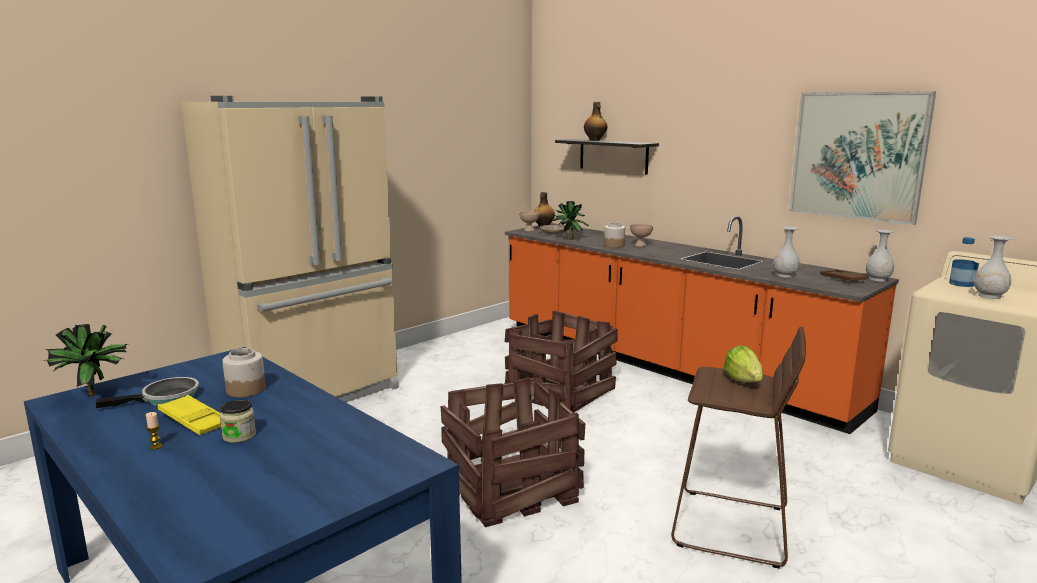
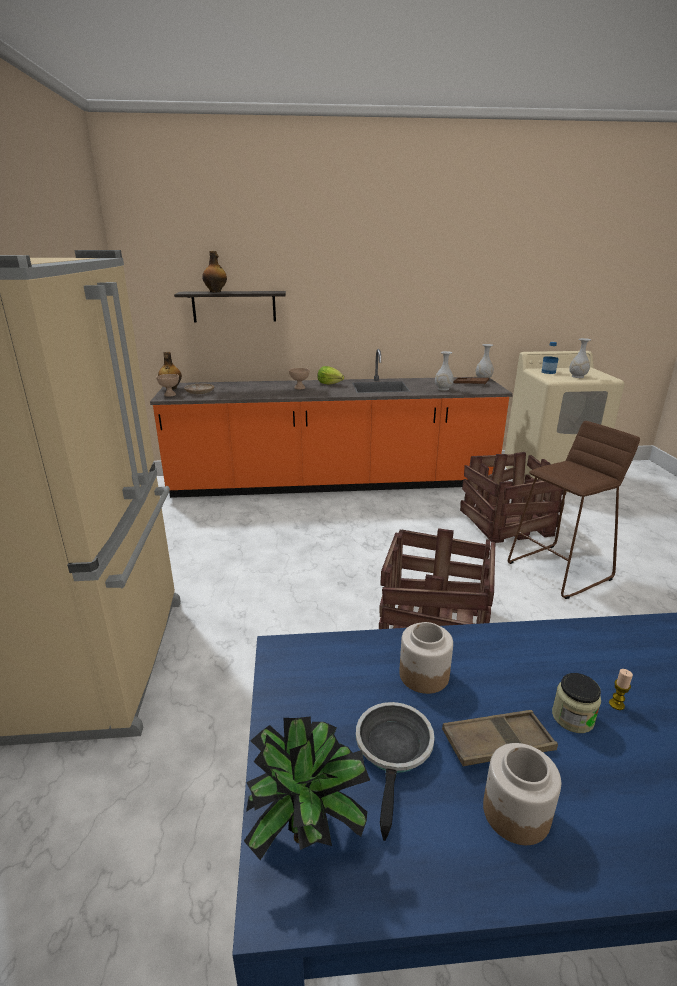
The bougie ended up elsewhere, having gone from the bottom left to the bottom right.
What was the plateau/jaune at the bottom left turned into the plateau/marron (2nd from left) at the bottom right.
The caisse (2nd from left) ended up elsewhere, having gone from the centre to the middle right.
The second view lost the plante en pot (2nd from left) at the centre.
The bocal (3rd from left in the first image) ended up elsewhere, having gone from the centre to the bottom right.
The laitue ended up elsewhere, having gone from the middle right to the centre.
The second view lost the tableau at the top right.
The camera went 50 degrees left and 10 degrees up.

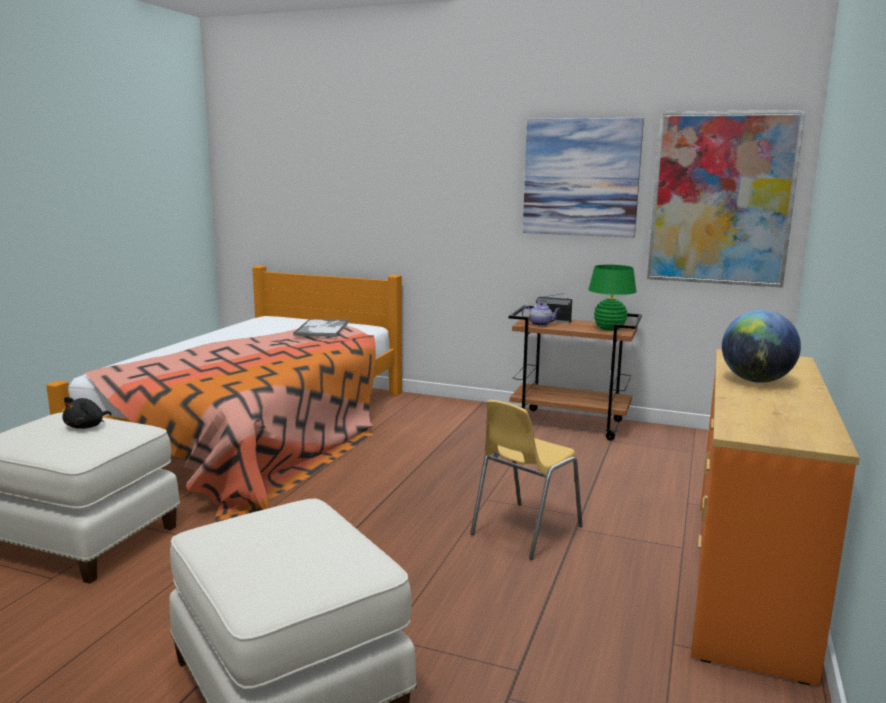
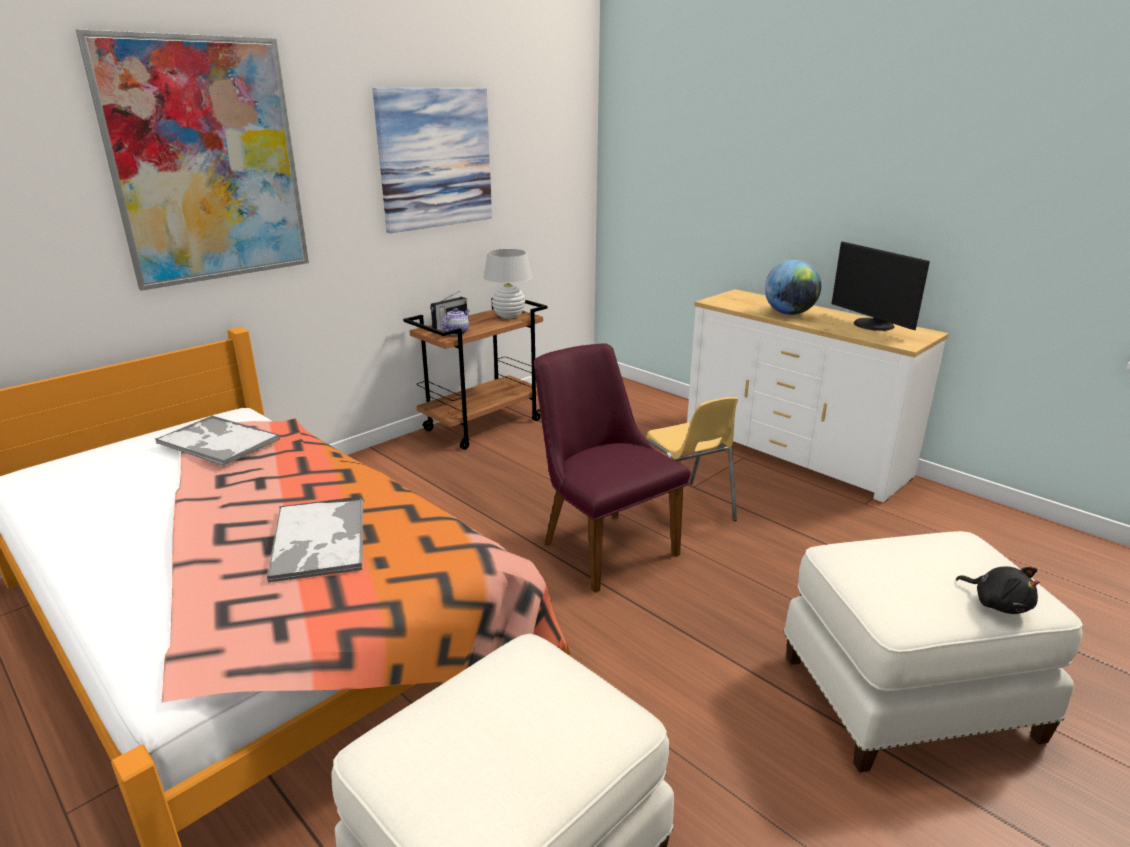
The peluche/noir ended up elsewhere, having gone from the middle left to the bottom right.
What was the lampe de table/vert at the middle right turned into the lampe de table/blanc at the centre.
The tableau (2nd from left in the first image) ended up elsewhere, having gone from the top right to the top left.
What was the commode/orange at the bottom right turned into the commode/blanc at the middle right.
The second view gained the plateau (2nd from left) at the middle left.
The second view gained the chaise/violet at the centre.
The second view gained the écran d'ordinateur at the middle right.
The camera went 65 degrees left and 10 degrees up.

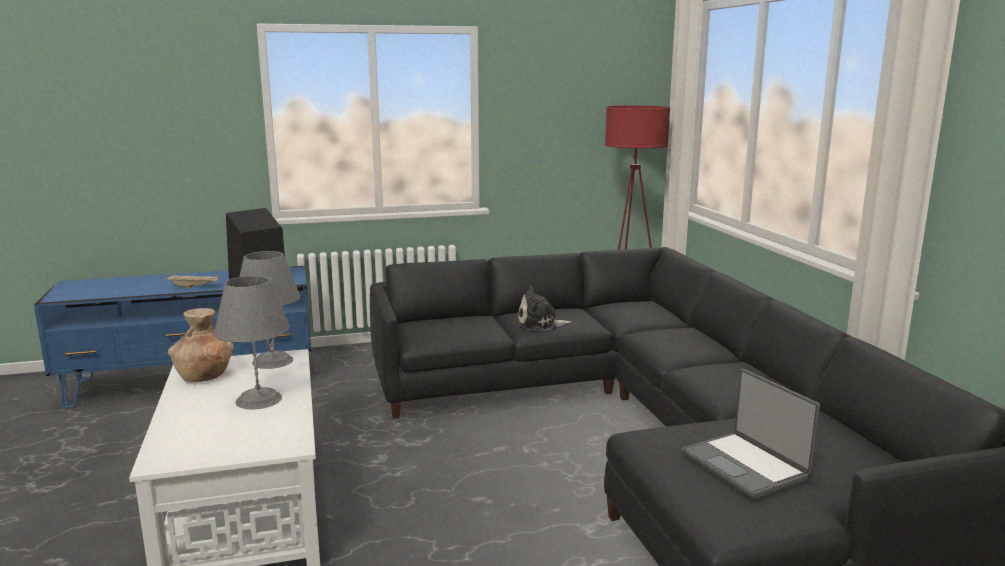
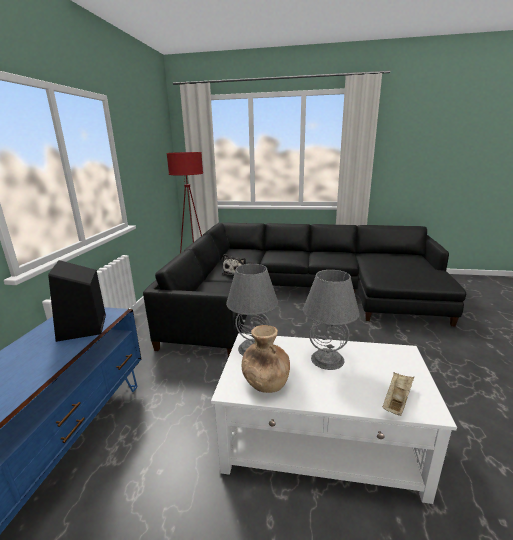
The plateau/beige ended up elsewhere, having gone from the middle left to the bottom right.
The second view lost the ordinateur portable at the bottom right.
The camera went 65 degrees left and 5 degrees up.

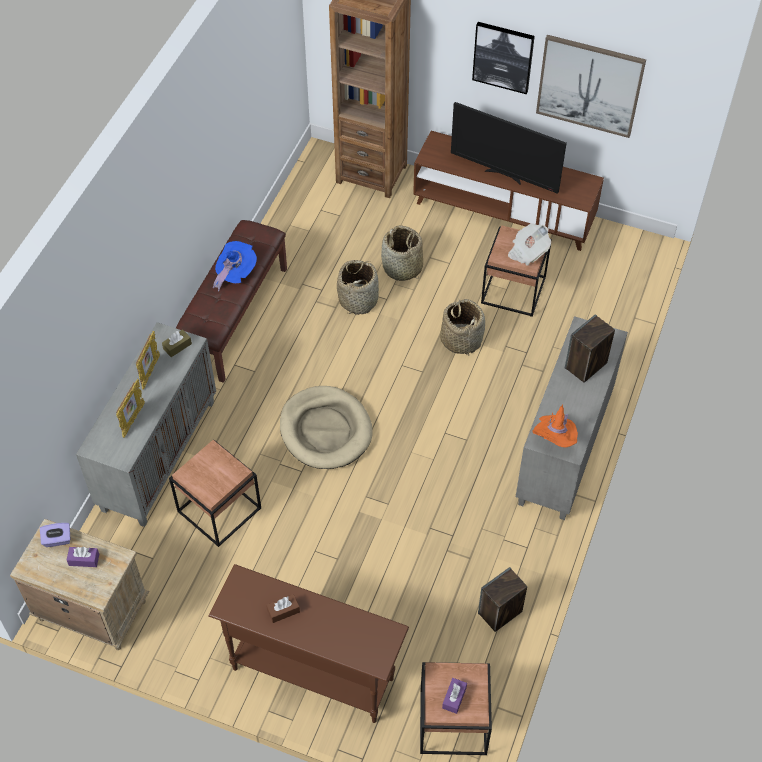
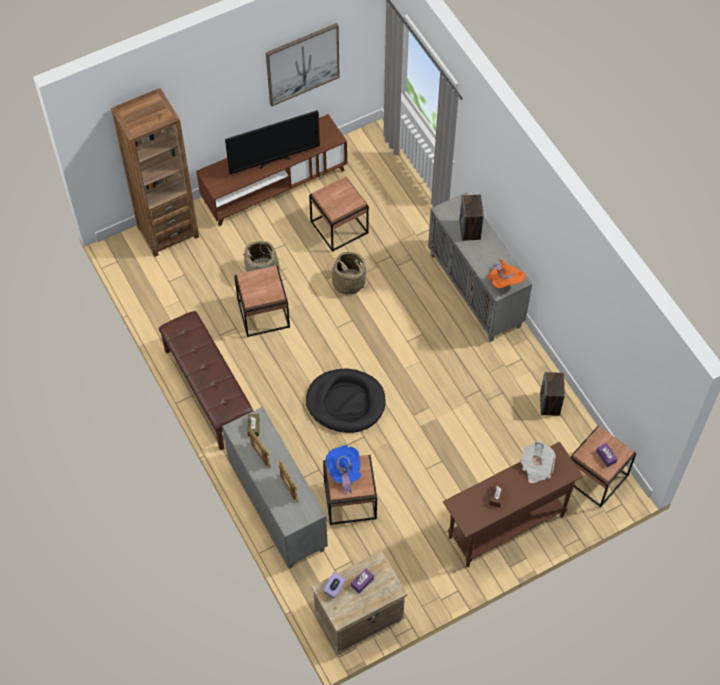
The chapeau/bleu ended up elsewhere, having gone from the middle left to the bottom centre.
What was the panier pour chien/beige at the centre turned into the panier pour chien/noir at the centre.
Where the panier (1st from left) stood at the centre, the table d'appoint/marron (1st from left) came to stand at the centre.
The second view lost the tableau (1st from left) at the top centre.
The journal ended up elsewhere, having gone from the top right to the bottom right.
The camera went 50 degrees left and 5 degrees up.

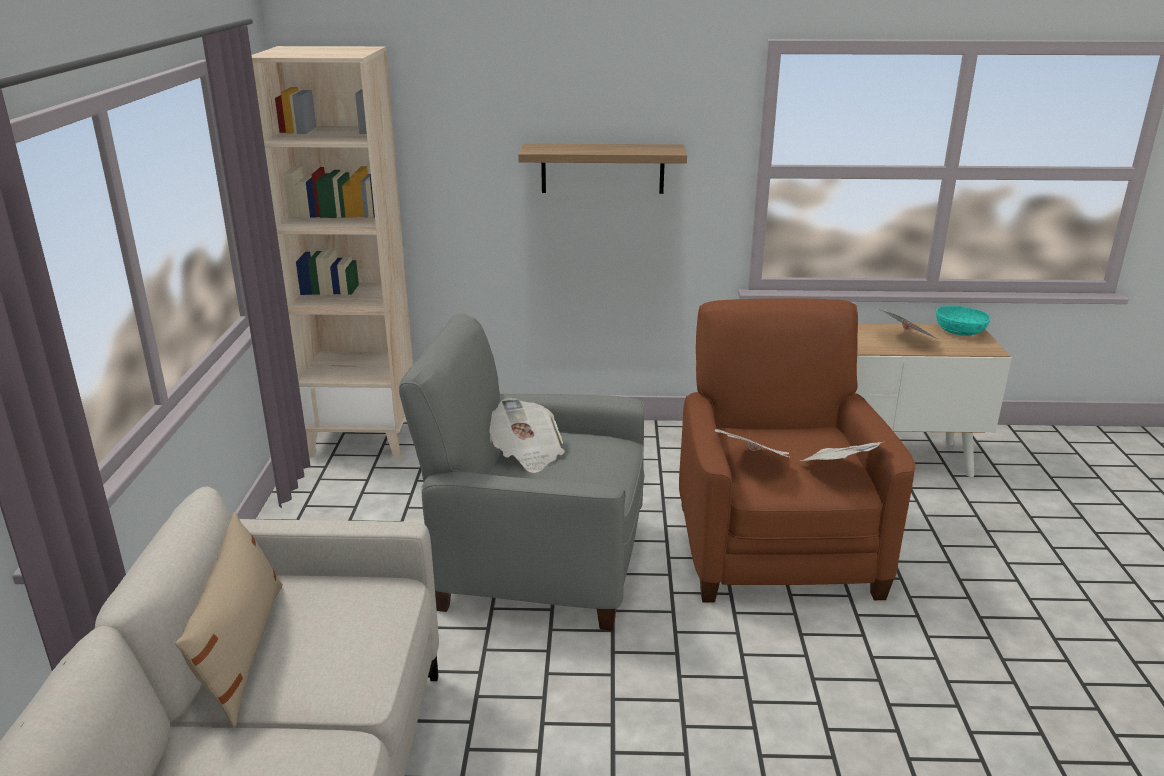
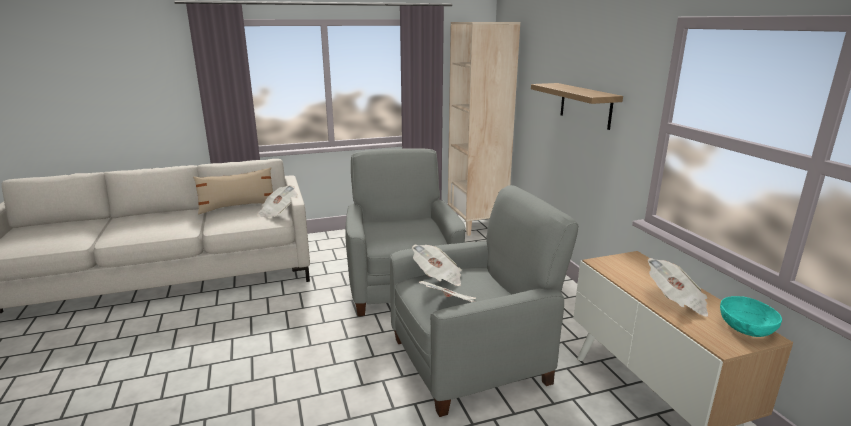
The journal (1st from left) ended up elsewhere, having gone from the centre to the middle left.
What was the fauteuil/marron at the middle right turned into the fauteuil/gris (2nd from left) at the bottom centre.
The camera went 70 degrees right and 5 degrees down.

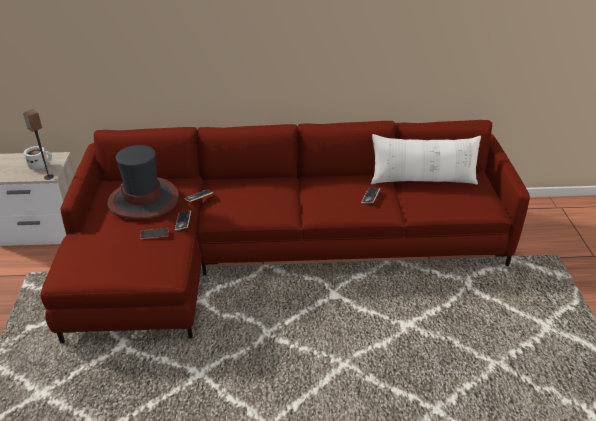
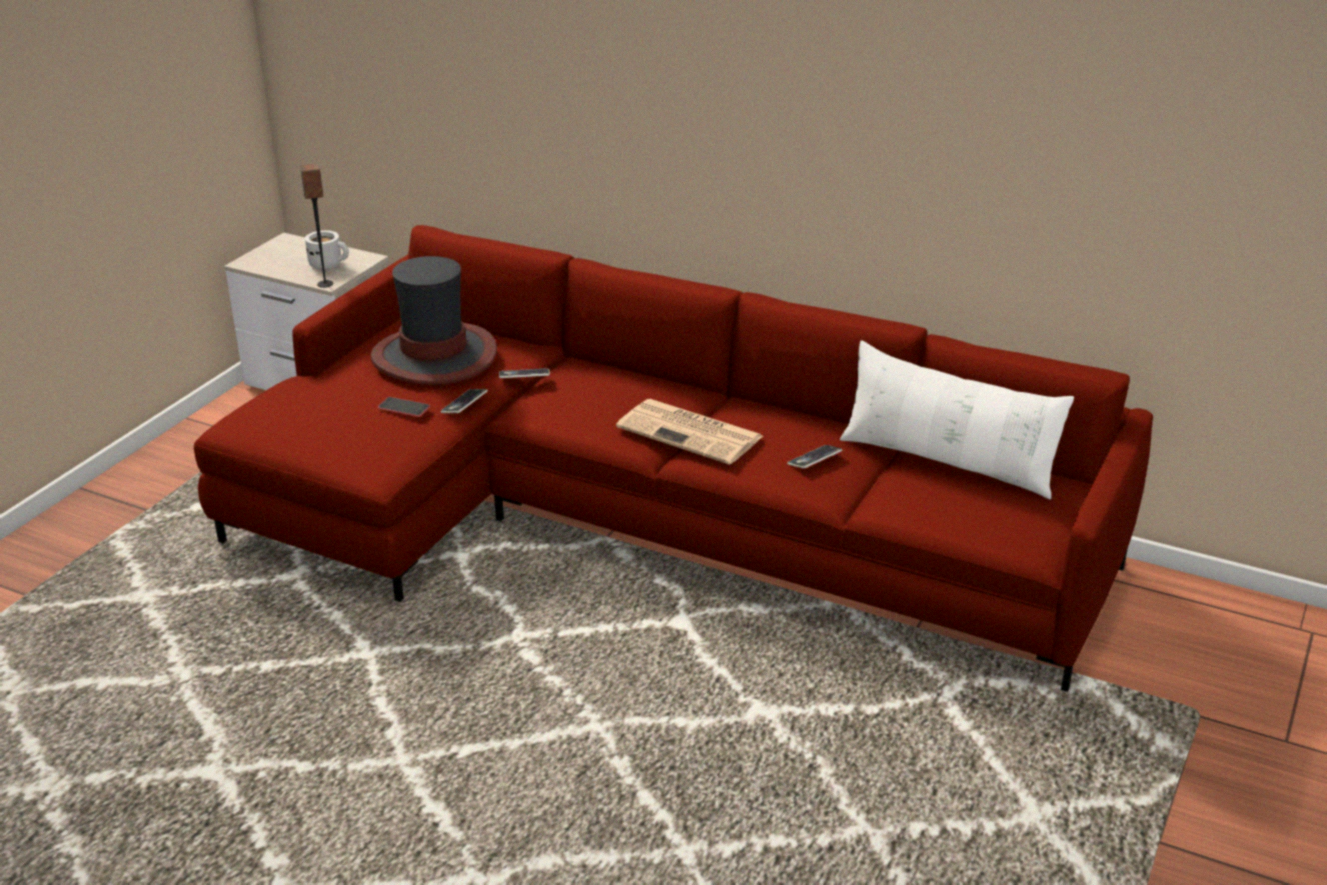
The second view gained the journal at the centre.
The camera went 30 degrees right and 5 degrees down.

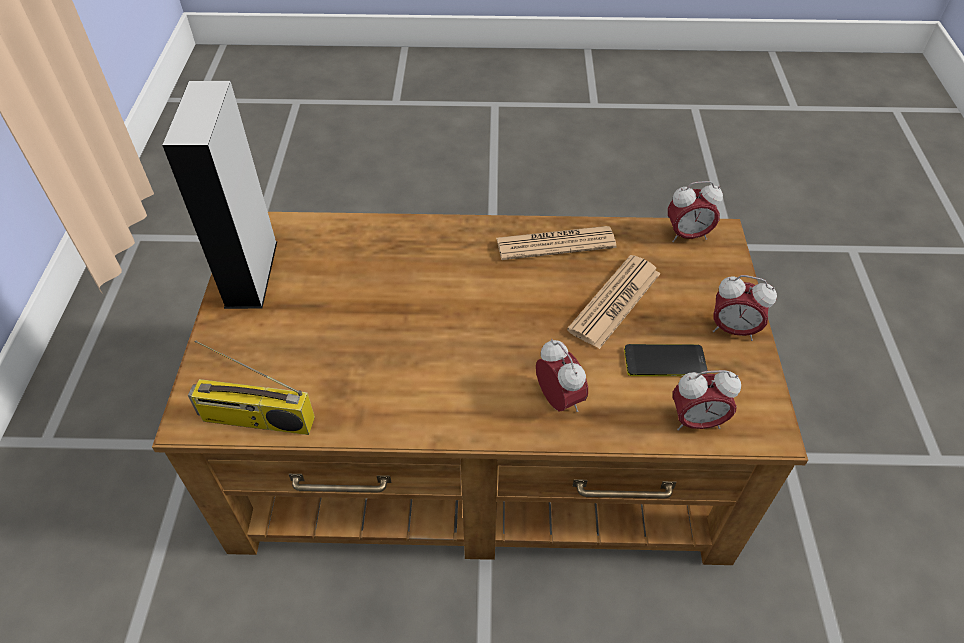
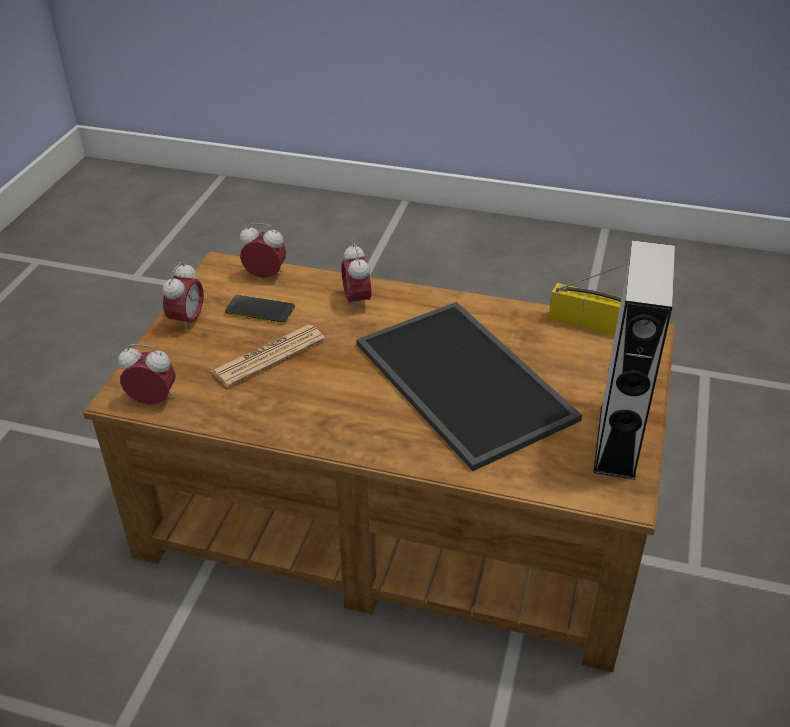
The second view lost the journal (1st from left) at the centre.
The réveil (4th from left in the first image) at the middle right ended up facing another way, 75 degrees clockwise from before.
The second view gained the plateau at the centre.
The camera went 165 degrees left and 10 degrees down.

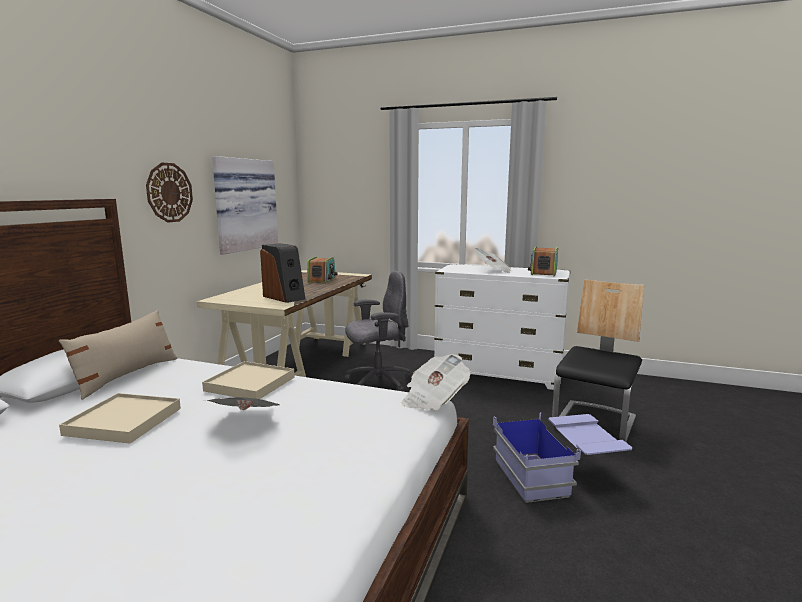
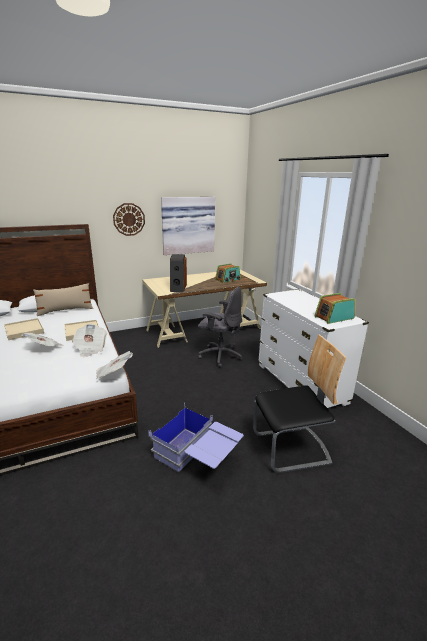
The journal (3rd from left in the first image) ended up elsewhere, having gone from the centre to the middle left.
The camera went 45 degrees right and 10 degrees up.

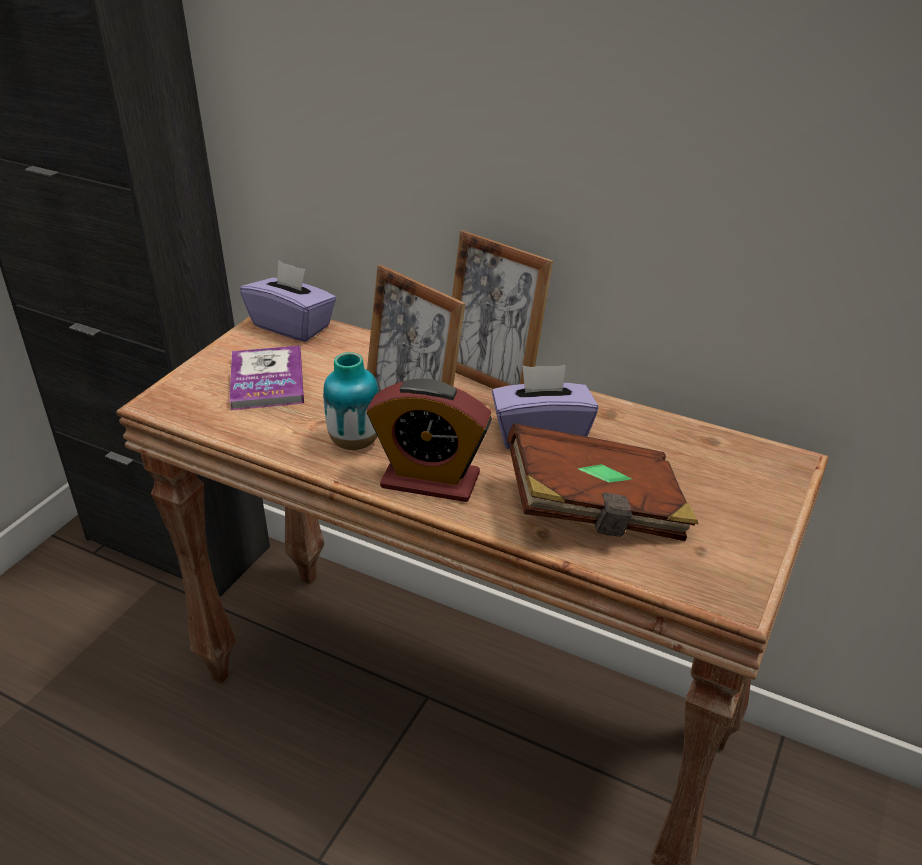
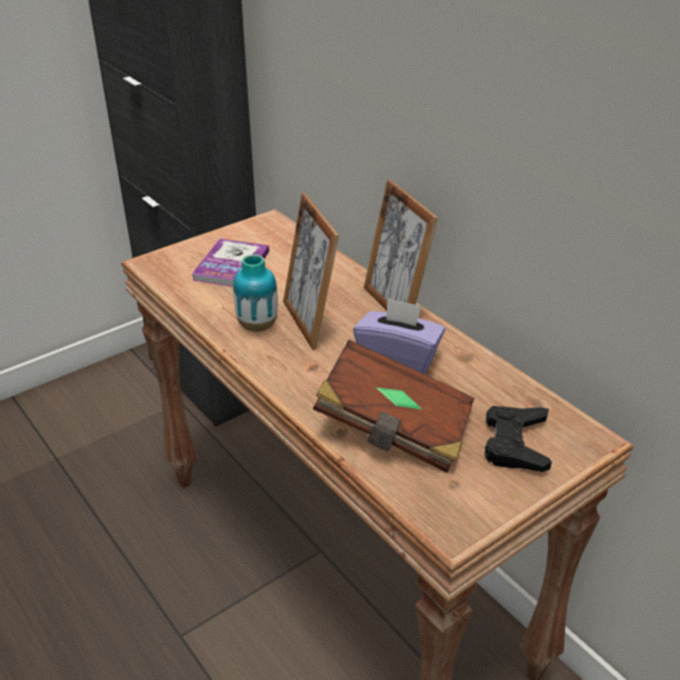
The second view lost the boîte à mouchoirs/violet (1st from left) at the middle left.
The second view lost the réveil at the centre.
The second view gained the manette/noir at the middle right.
The camera went 25 degrees right and 0 degrees up.

